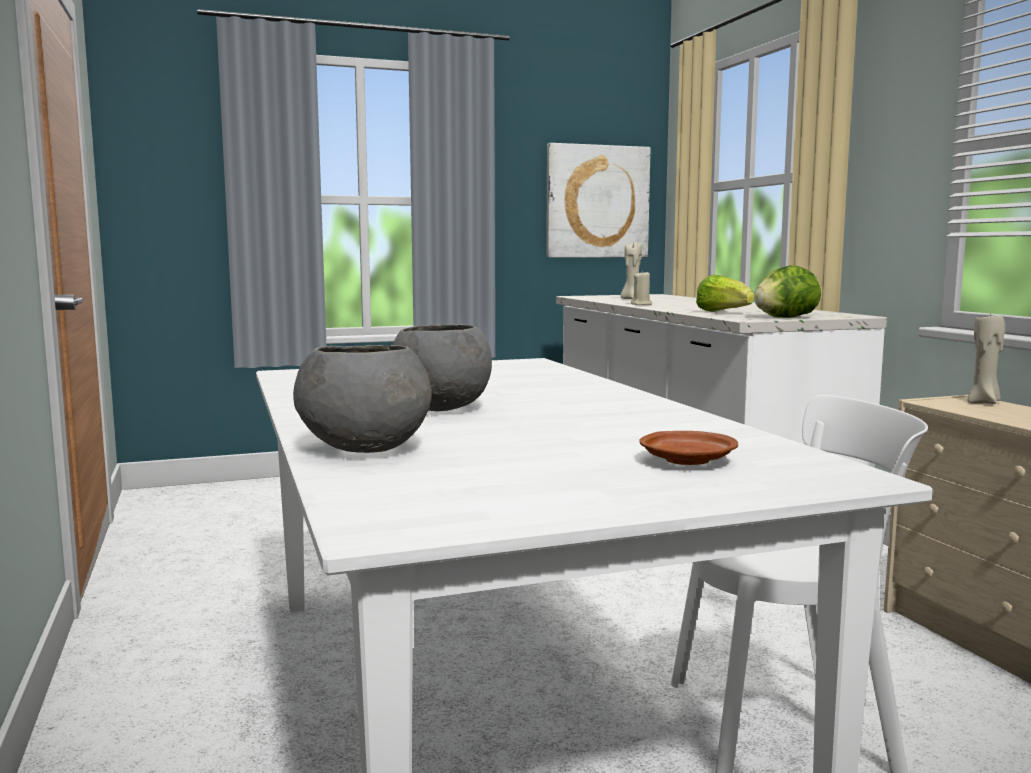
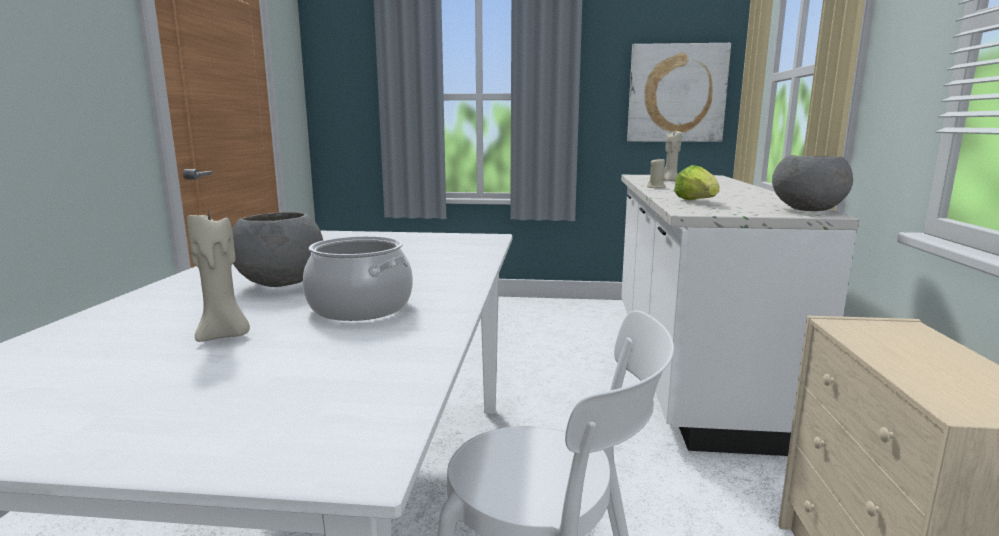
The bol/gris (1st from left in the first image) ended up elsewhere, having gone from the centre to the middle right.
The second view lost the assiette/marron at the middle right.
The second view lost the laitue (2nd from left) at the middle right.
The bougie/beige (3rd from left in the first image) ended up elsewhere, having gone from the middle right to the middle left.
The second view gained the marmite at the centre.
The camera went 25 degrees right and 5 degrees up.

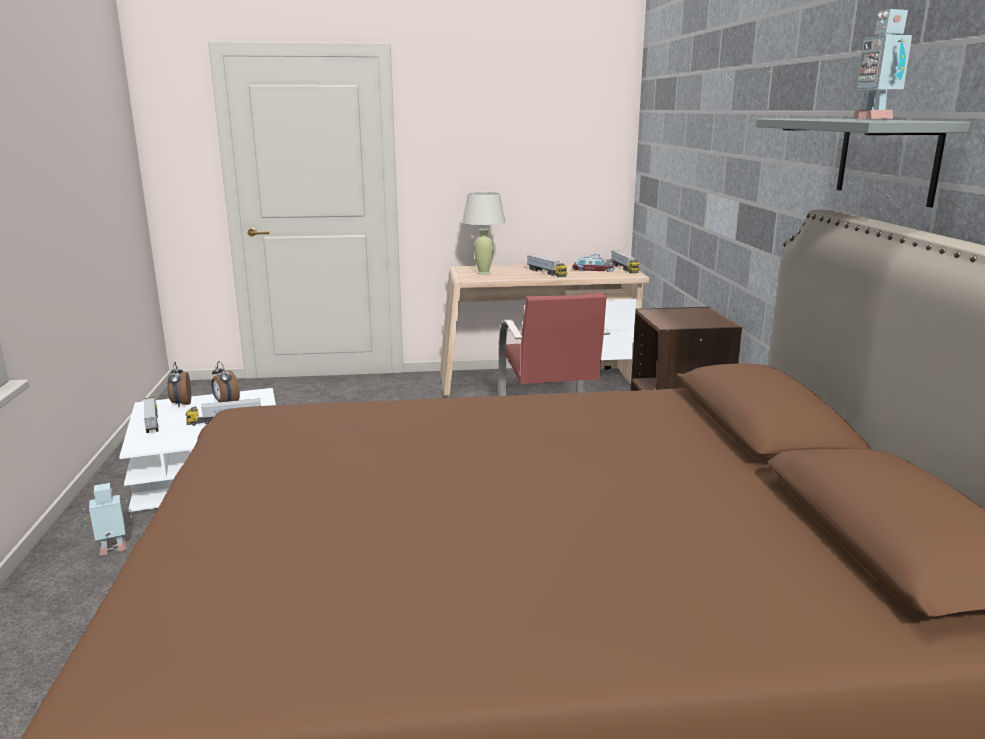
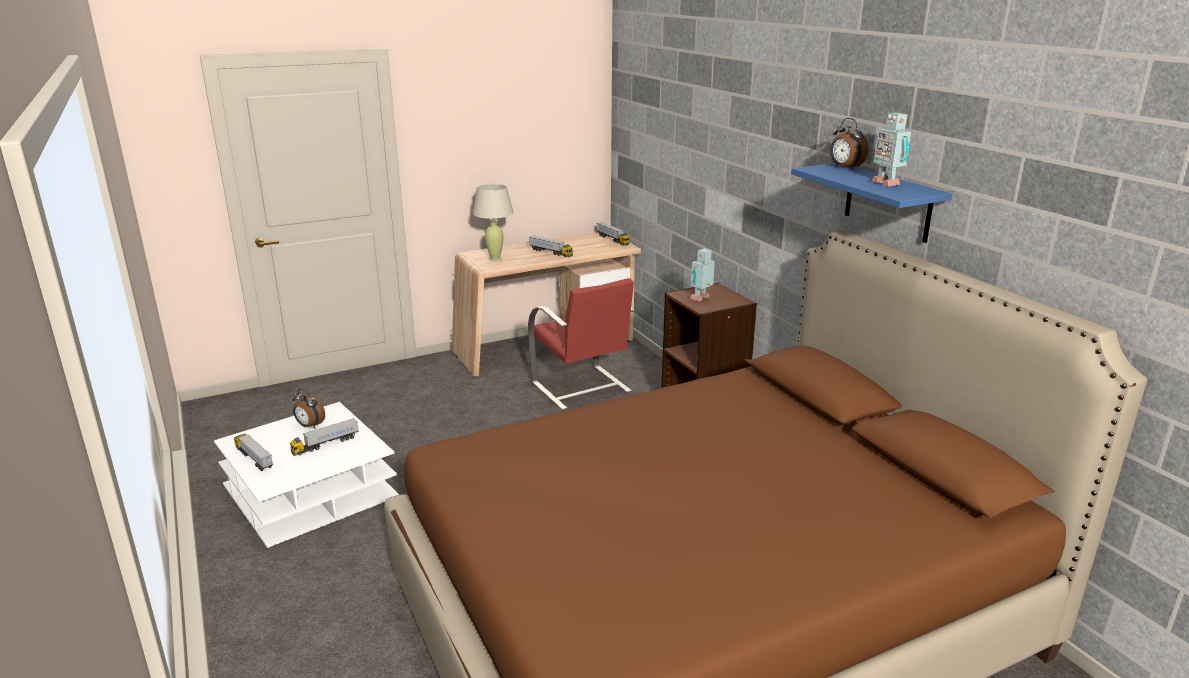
The robot jouet (1st from left) ended up elsewhere, having gone from the bottom left to the centre.
The réveil (1st from left in the first image) ended up elsewhere, having gone from the middle left to the top right.
The second view lost the petite voiture at the centre.
What was the étagère/gris at the top right turned into the étagère/bleu at the top right.
The camera went 20 degrees left and 5 degrees up.

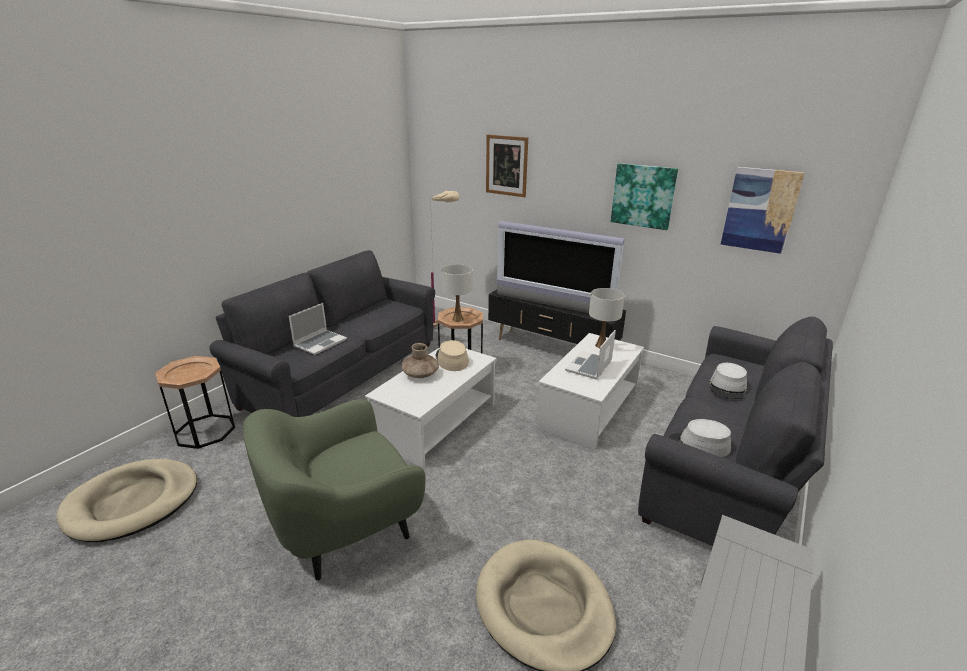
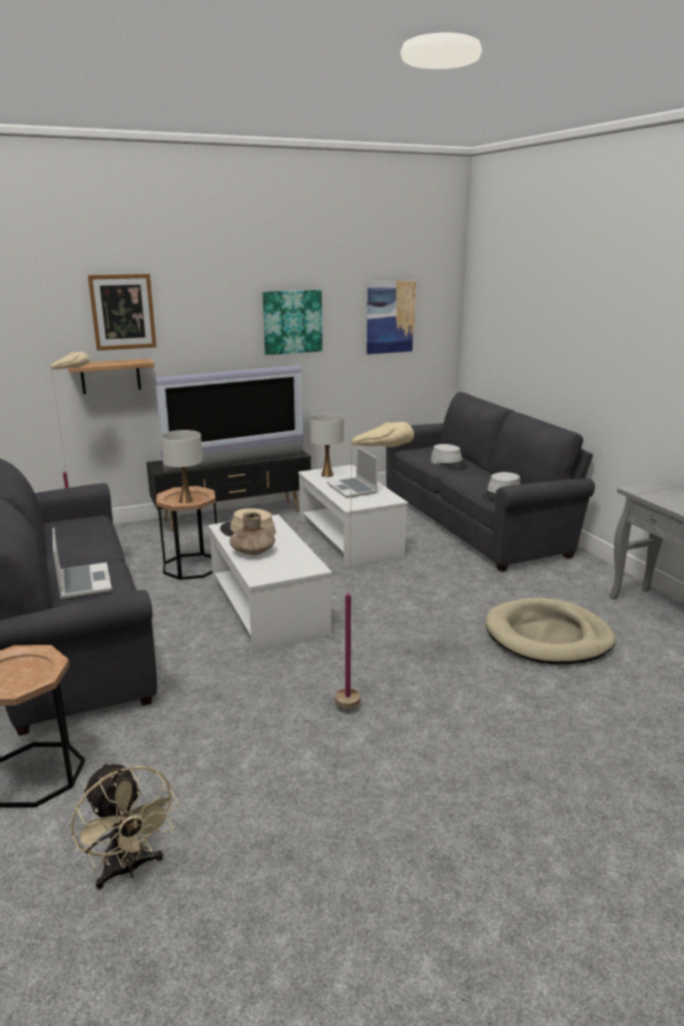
Where the panier pour chien/beige (1st from left) stood at the bottom left, the ventilateur/beige came to stand at the bottom left.
Where the fauteuil/vert stood at the bottom centre, the lampadaire/beige (2nd from left) came to stand at the centre.
The second view gained the étagère at the middle left.
The camera went 55 degrees left and 5 degrees down.

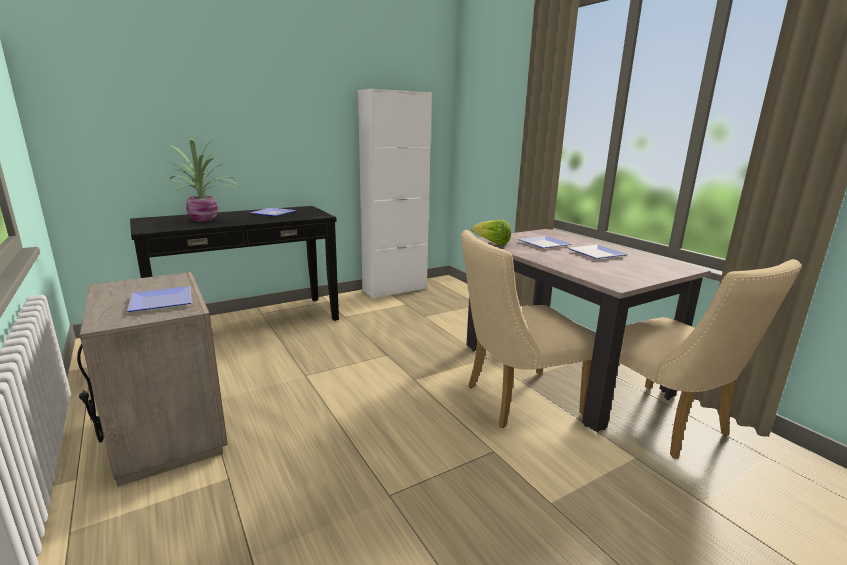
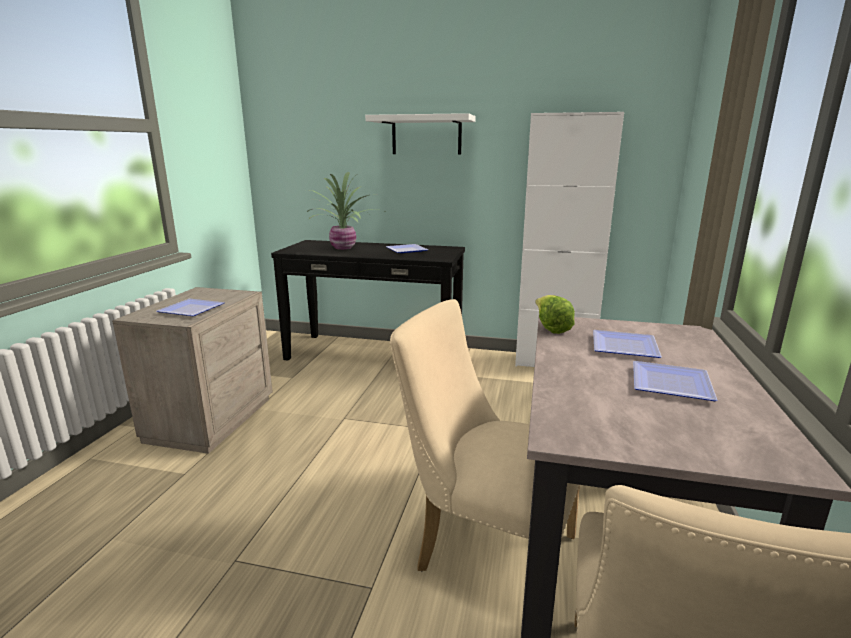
The second view gained the étagère/blanc at the top centre.
The camera went 45 degrees right and 0 degrees up.

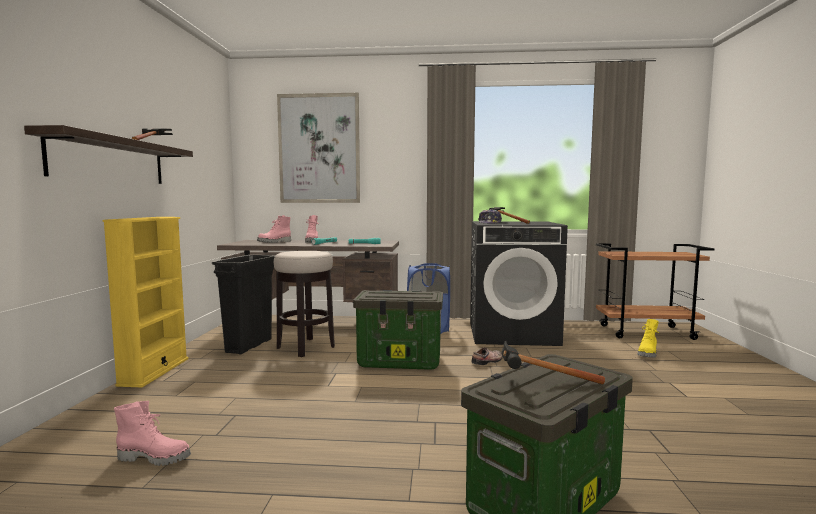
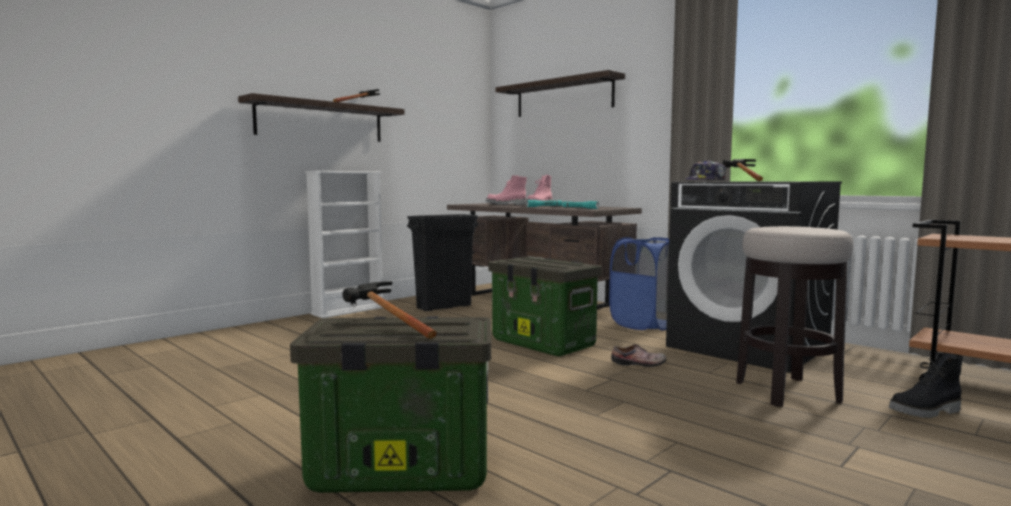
What was the bibliothèque/jaune at the middle left turned into the bibliothèque/blanc at the centre.
The second view lost the botte/rose (1st from left) at the bottom left.
The tabouret ended up elsewhere, having gone from the centre to the middle right.
Where the tableau hung at the top centre, the étagère (2nd from left) came to hang at the top centre.
What was the botte/jaune at the middle right turned into the botte/noir at the bottom right.
The camera went 40 degrees right and 0 degrees up.

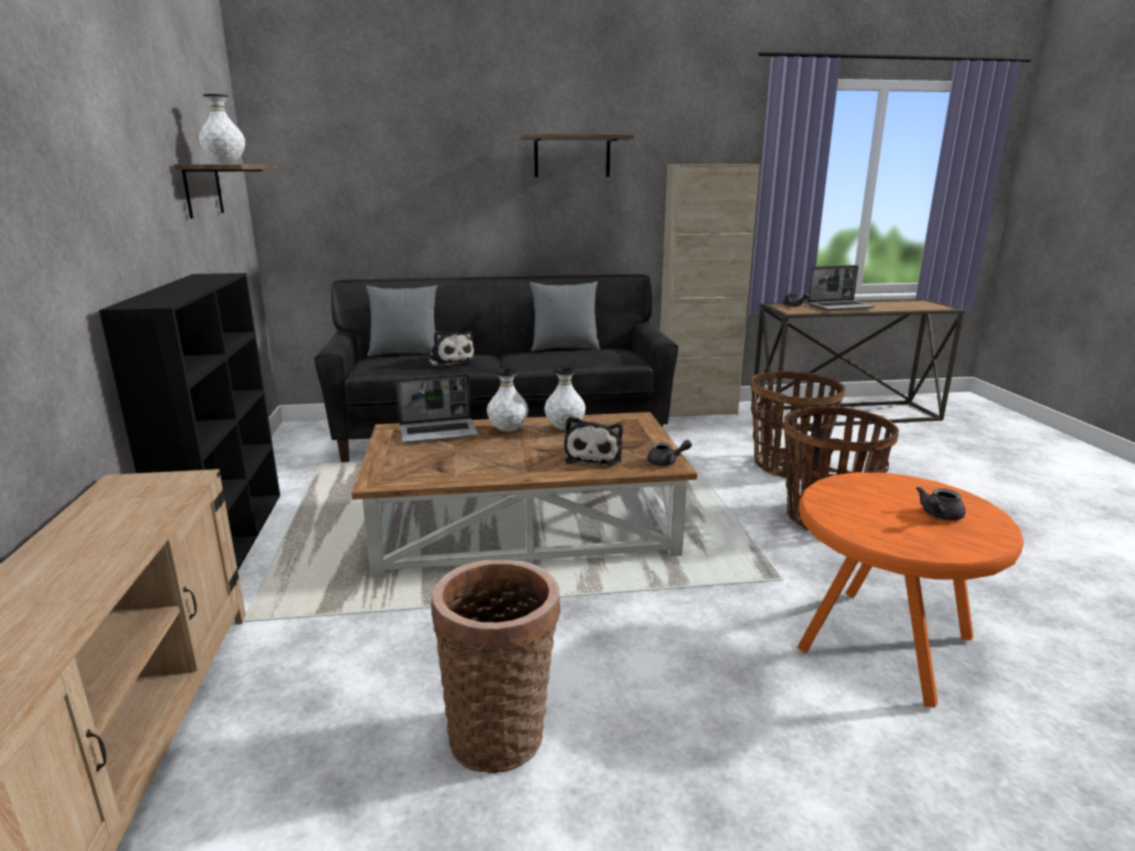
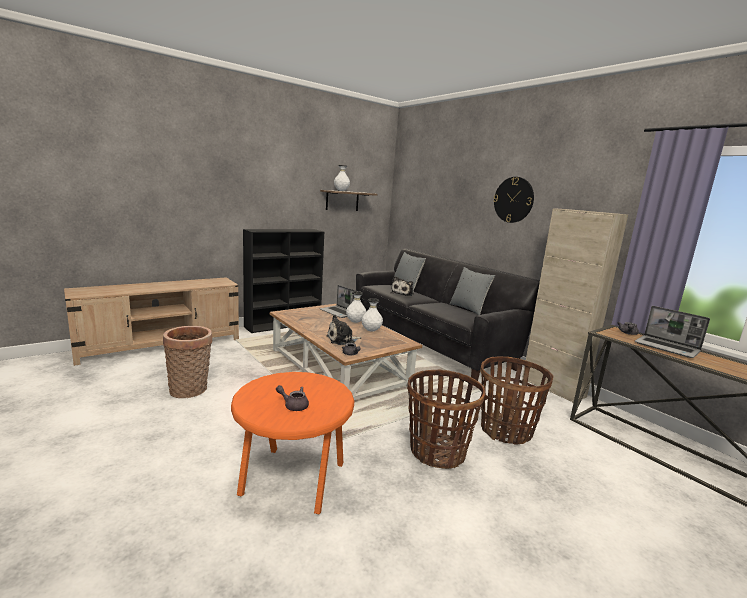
Where the étagère (2nd from left) hung at the top centre, the horloge murale came to hang at the middle right.
The camera went 60 degrees right and 5 degrees down.

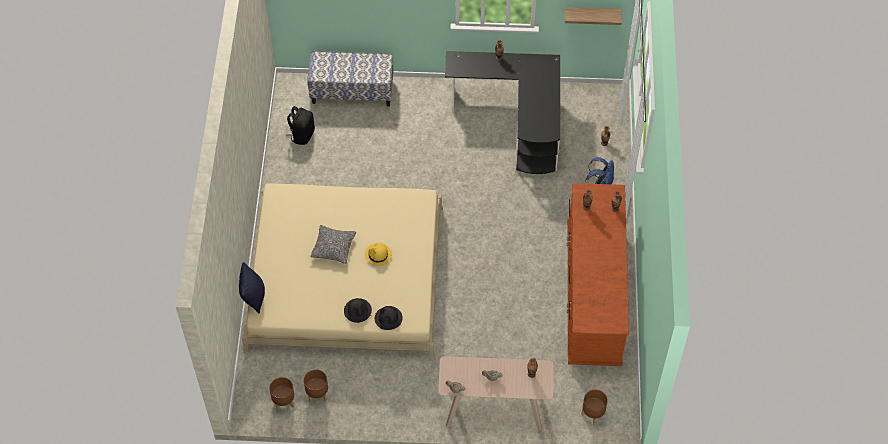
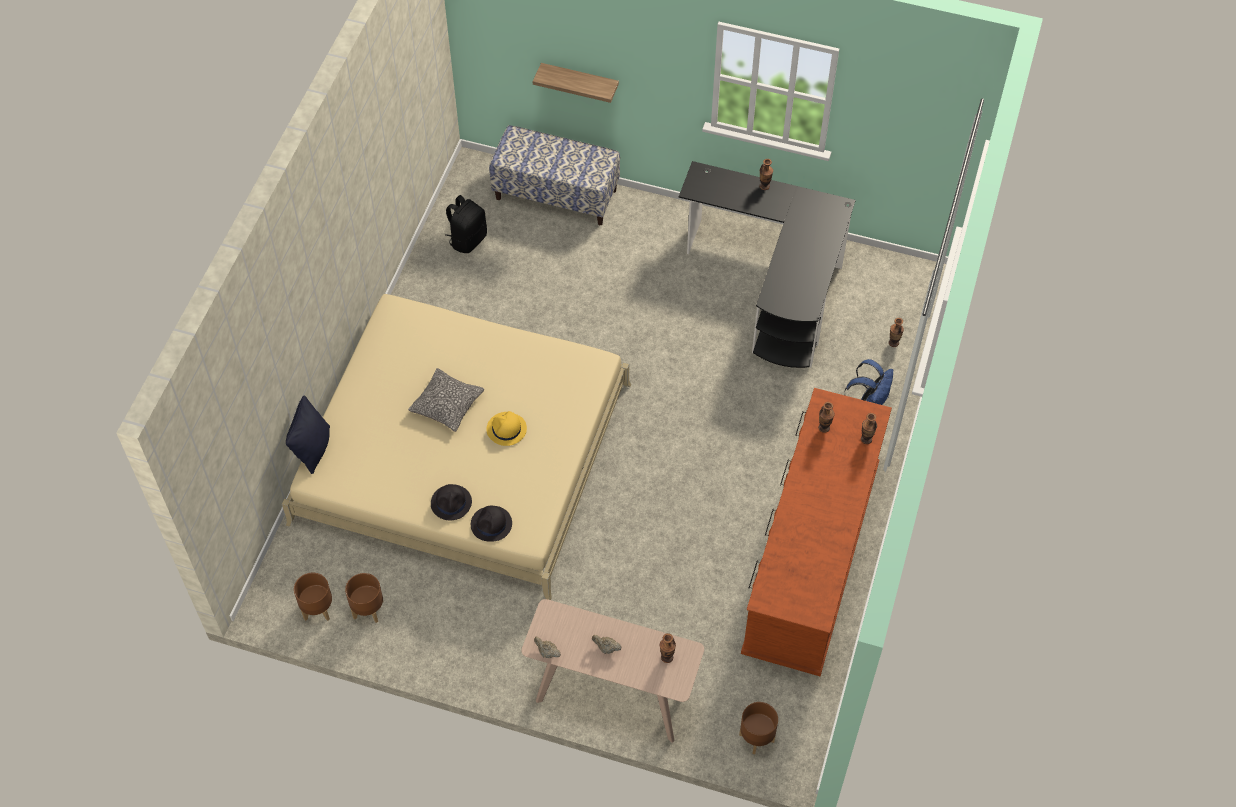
The étagère ended up elsewhere, having gone from the top right to the top centre.
The camera went 15 degrees right and 0 degrees up.

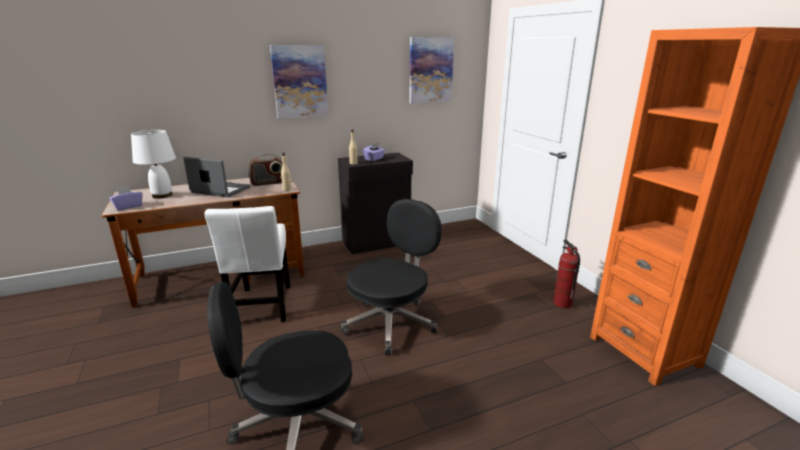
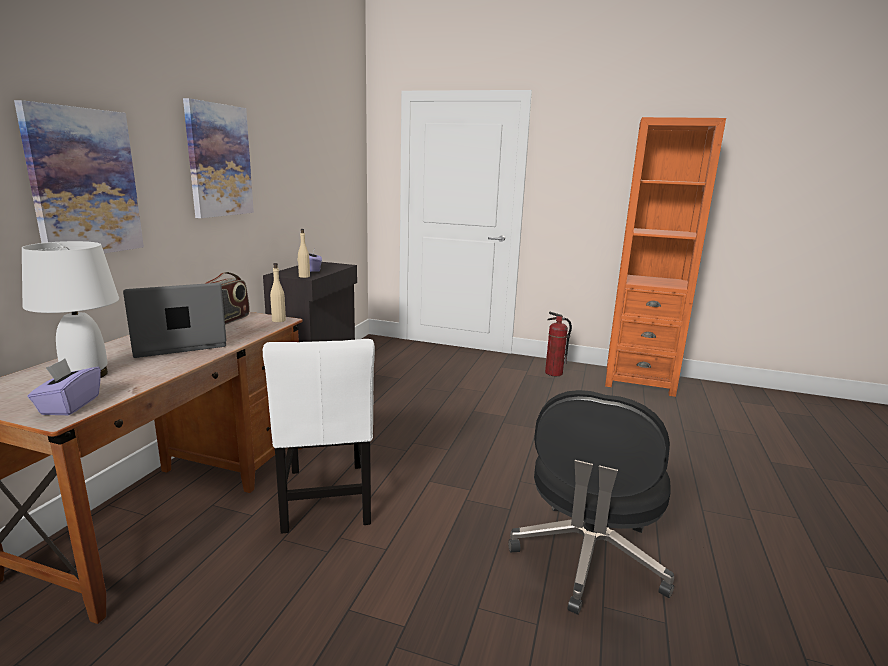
The chaise/blanc at the middle left ended up facing another way, 45 degrees clockwise from before.
The second view lost the chaise de bureau/noir (2nd from left) at the centre.
The tableau (2nd from left in the first image) ended up elsewhere, having gone from the top centre to the top left.
The camera went 50 degrees left and 5 degrees down.

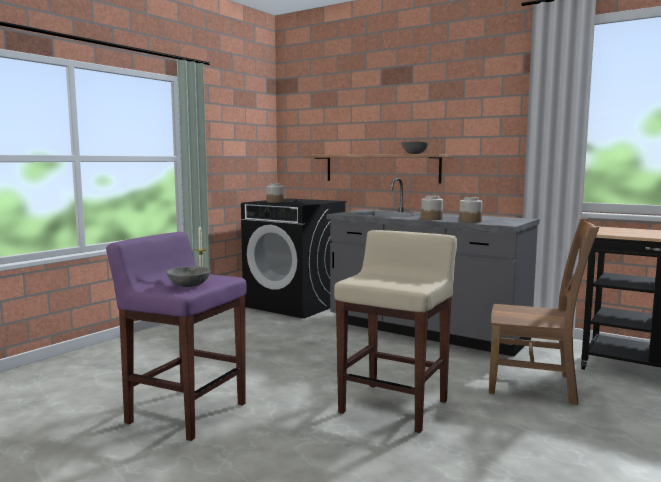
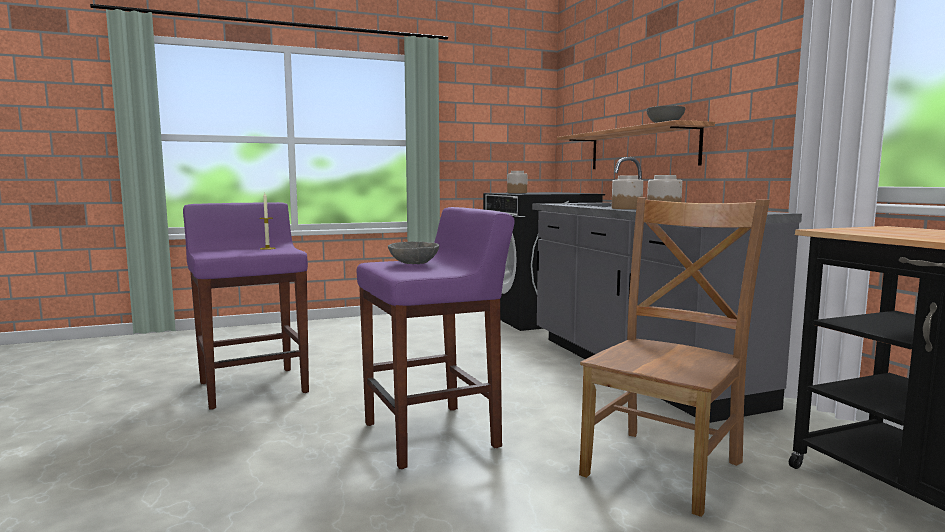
The bol/gris (1st from left) ended up elsewhere, having gone from the middle left to the centre.
What was the tabouret/beige at the bottom centre turned into the tabouret/violet (2nd from left) at the centre.
The chaise/marron at the middle right ended up facing another way, 105 degrees counterclockwise from before.
The camera went 35 degrees right and 0 degrees up.

